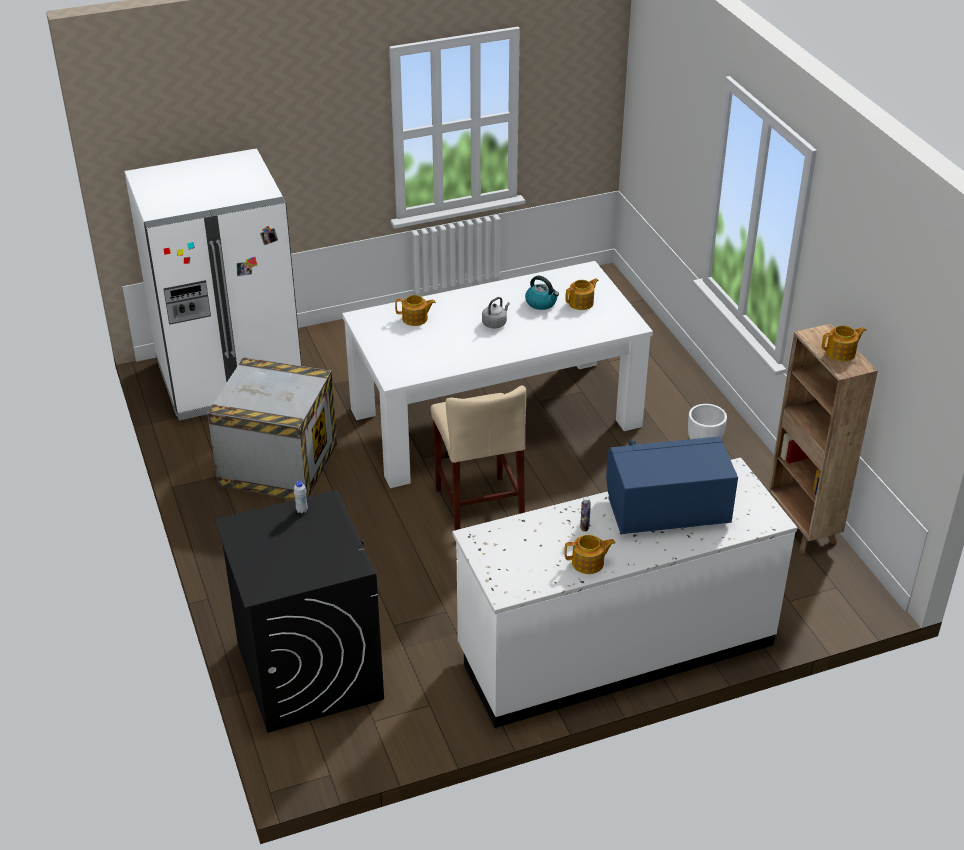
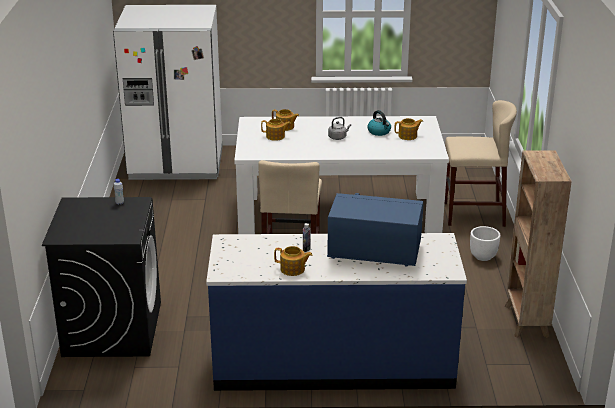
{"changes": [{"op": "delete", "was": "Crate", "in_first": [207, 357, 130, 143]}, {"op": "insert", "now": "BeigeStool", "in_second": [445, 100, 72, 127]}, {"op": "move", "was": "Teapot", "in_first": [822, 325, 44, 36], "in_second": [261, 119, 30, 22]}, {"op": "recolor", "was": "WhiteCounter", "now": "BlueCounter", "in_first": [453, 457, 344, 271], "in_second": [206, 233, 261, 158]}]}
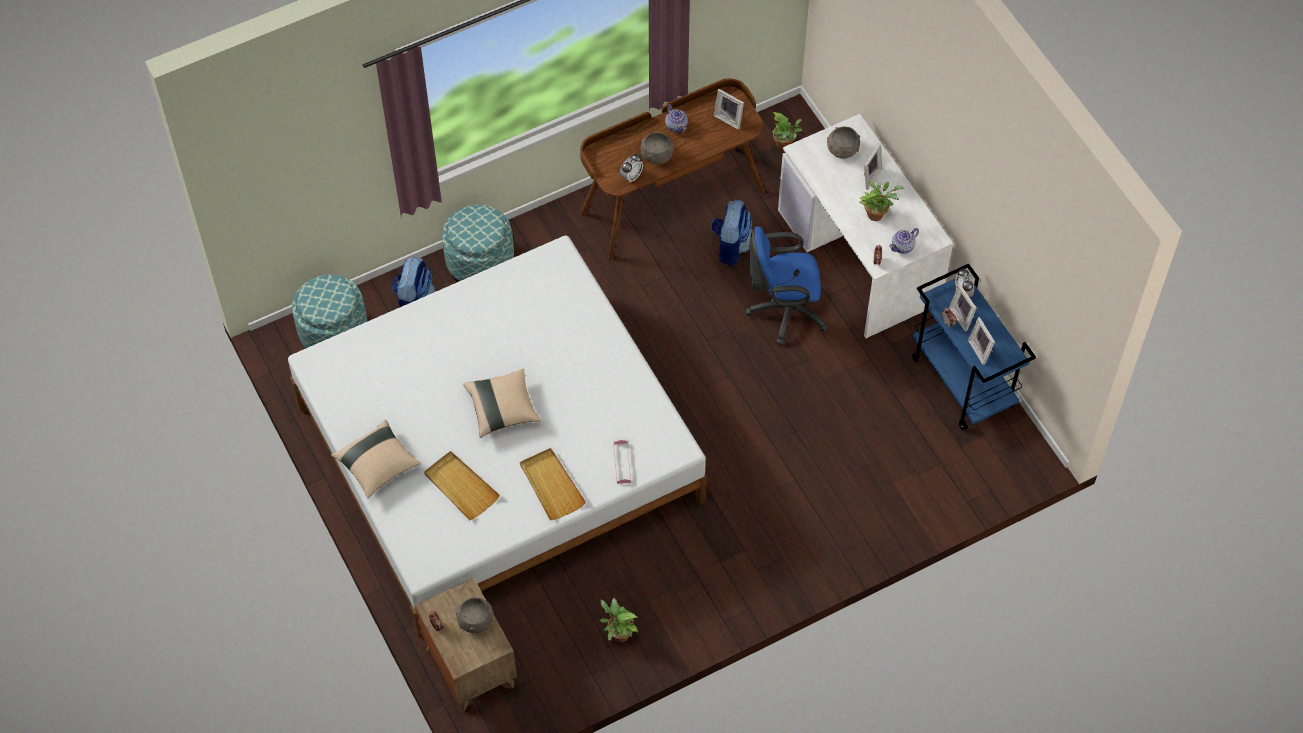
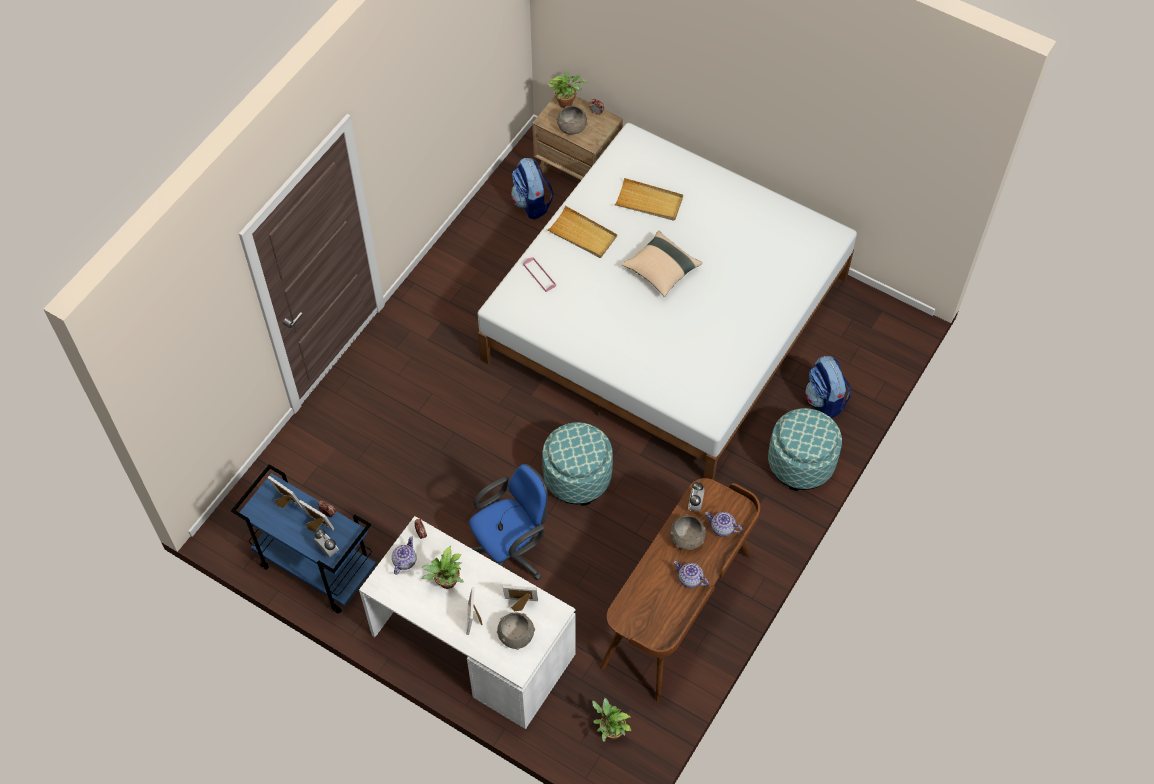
{"changes": [{"op": "delete", "was": "BeigePillow", "in_first": [331, 419, 90, 80]}, {"op": "insert", "now": "Teapot", "in_second": [705, 512, 38, 25]}, {"op": "move", "was": "Ottoman", "in_first": [292, 275, 75, 73], "in_second": [542, 422, 71, 84]}, {"op": "move", "was": "PottedPlant", "in_first": [600, 598, 38, 44], "in_second": [548, 71, 40, 37]}, {"op": "move", "was": "Backpack", "in_first": [711, 200, 41, 66], "in_second": [511, 157, 43, 63]}, {"op": "move", "was": "PictureFrame", "in_first": [714, 89, 30, 41], "in_second": [503, 585, 35, 26]}]}
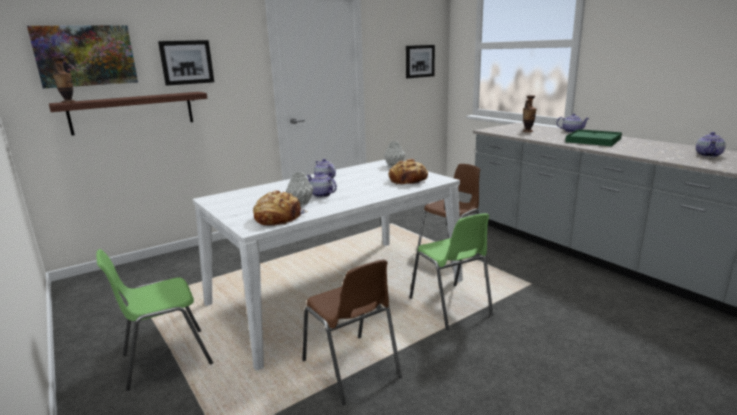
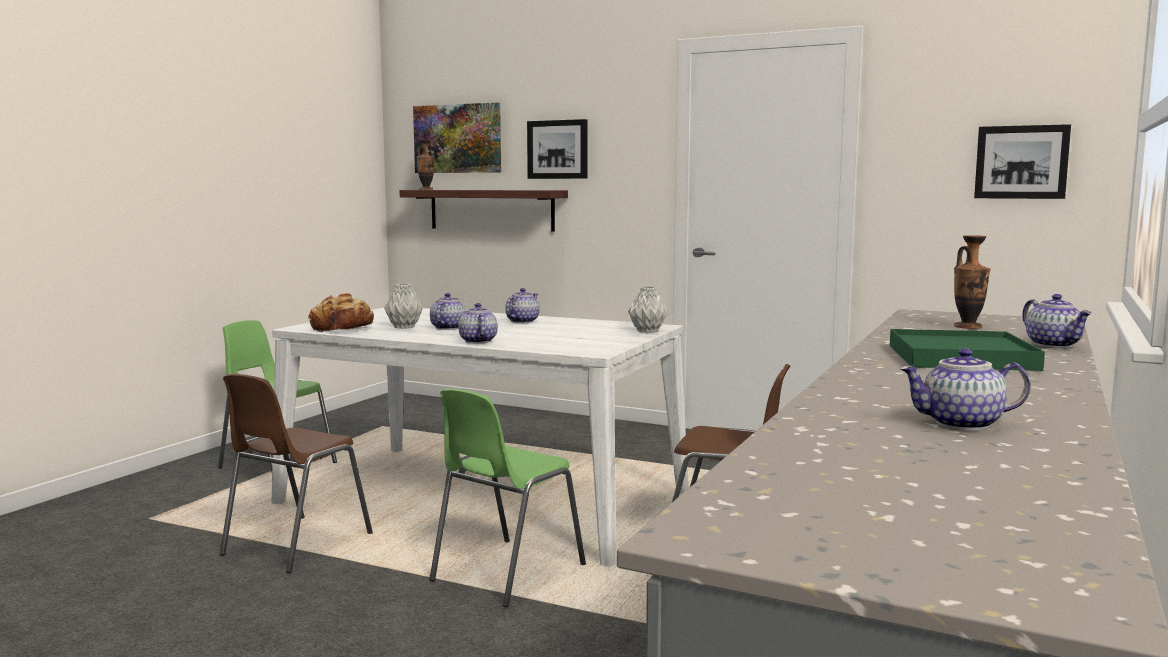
{"changes": [{"op": "delete", "was": "Bread", "in_first": [388, 159, 40, 26]}, {"op": "insert", "now": "Teapot", "in_second": [458, 303, 40, 40]}]}
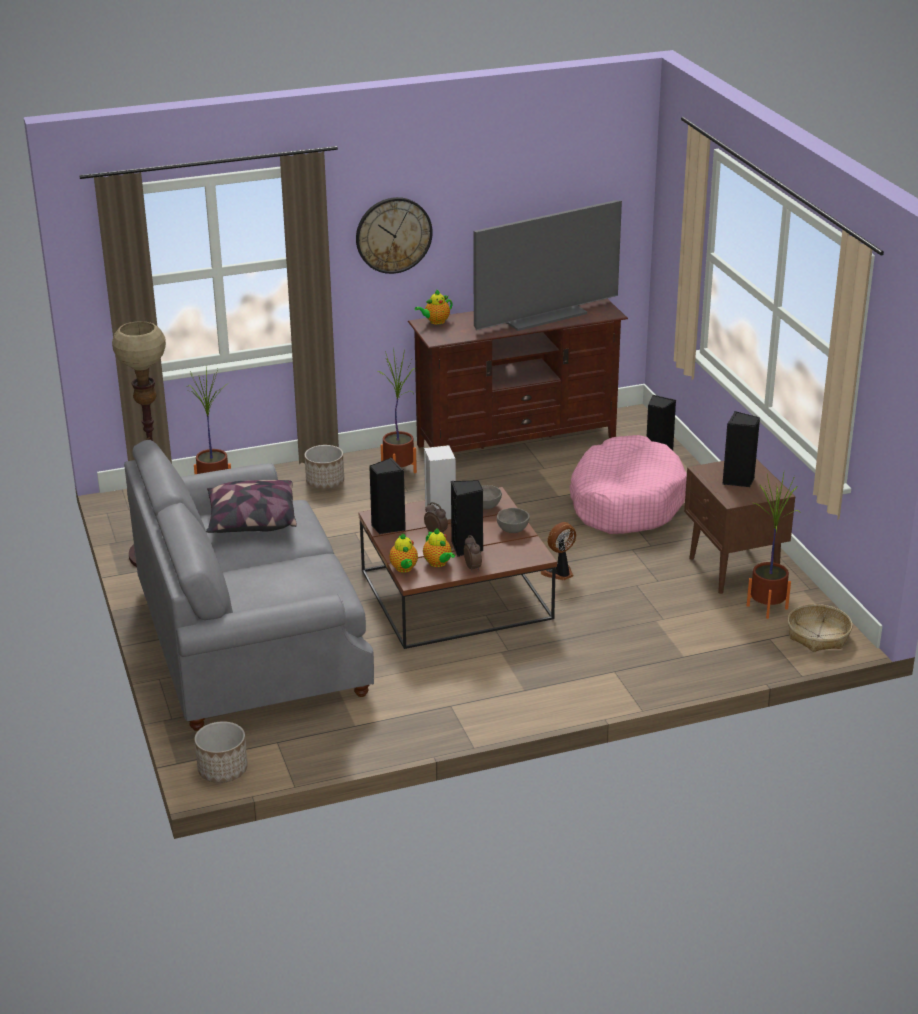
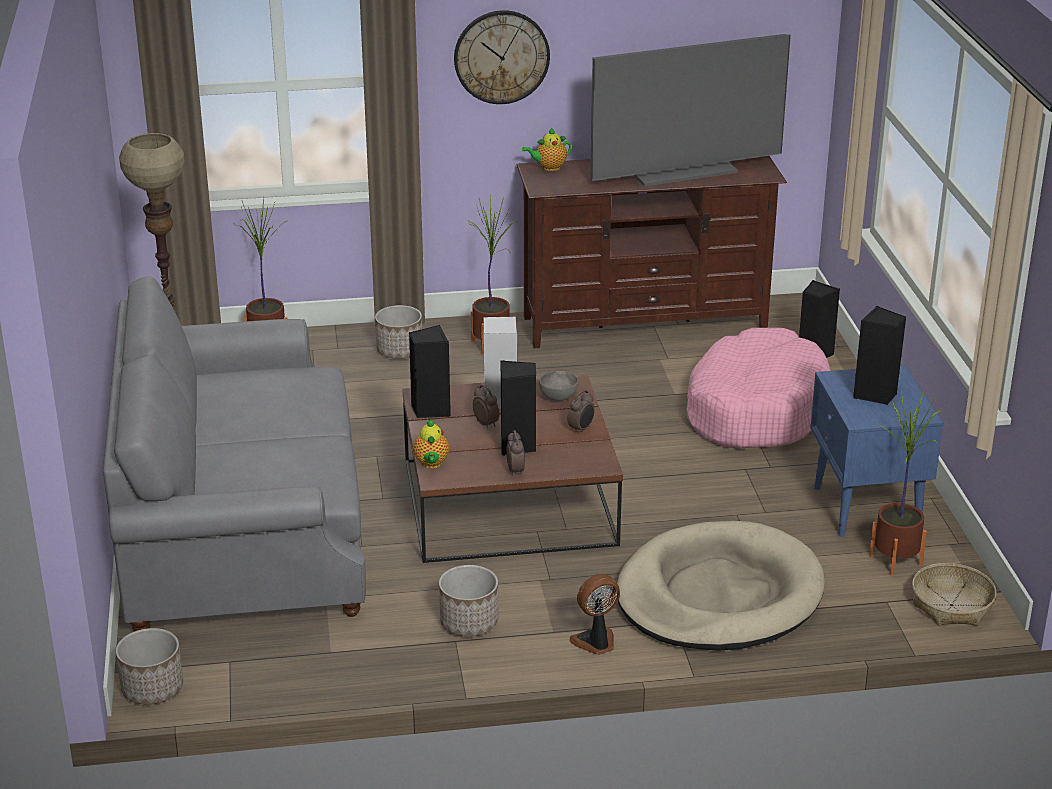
{"changes": [{"op": "delete", "was": "Pillow", "in_first": [206, 480, 91, 53]}, {"op": "delete", "was": "Teapot", "in_first": [423, 528, 32, 39]}, {"op": "insert", "now": "Planter", "in_second": [439, 565, 59, 71]}, {"op": "insert", "now": "BeigeDogBed", "in_second": [617, 521, 208, 130]}, {"op": "move", "was": "Fan", "in_first": [540, 522, 36, 58], "in_second": [569, 574, 51, 81]}, {"op": "replace", "was": "GreyBowl", "now": "AlarmClock", "in_first": [497, 508, 33, 25], "in_second": [567, 390, 28, 45]}, {"op": "recolor", "was": "BrownNightstand", "now": "BlueNightstand", "in_first": [684, 458, 111, 136], "in_second": [810, 365, 133, 172]}]}
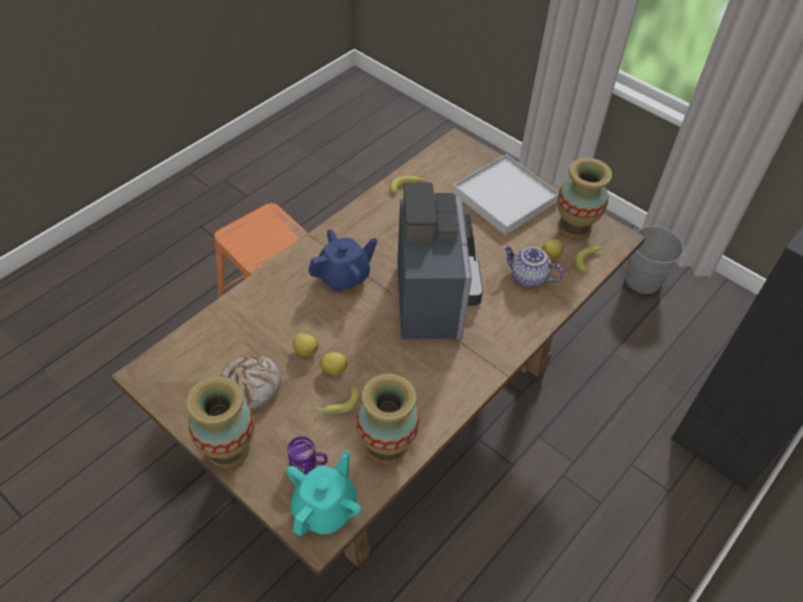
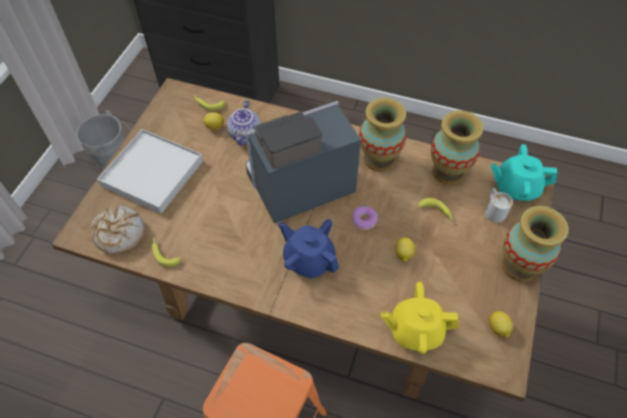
{"changes": [{"op": "insert", "now": "Donut", "in_second": [352, 206, 26, 24]}, {"op": "insert", "now": "YellowTeapot", "in_second": [381, 282, 78, 72]}, {"op": "move", "was": "Bread", "in_first": [220, 355, 61, 55], "in_second": [90, 205, 55, 49]}, {"op": "move", "was": "Lemon", "in_first": [319, 352, 29, 23], "in_second": [489, 311, 24, 27]}, {"op": "move", "was": "Vase", "in_first": [557, 158, 55, 81], "in_second": [359, 98, 47, 74]}, {"op": "recolor", "was": "PurpleMug", "now": "WhiteMug", "in_first": [287, 436, 41, 39], "in_second": [485, 188, 28, 35]}]}
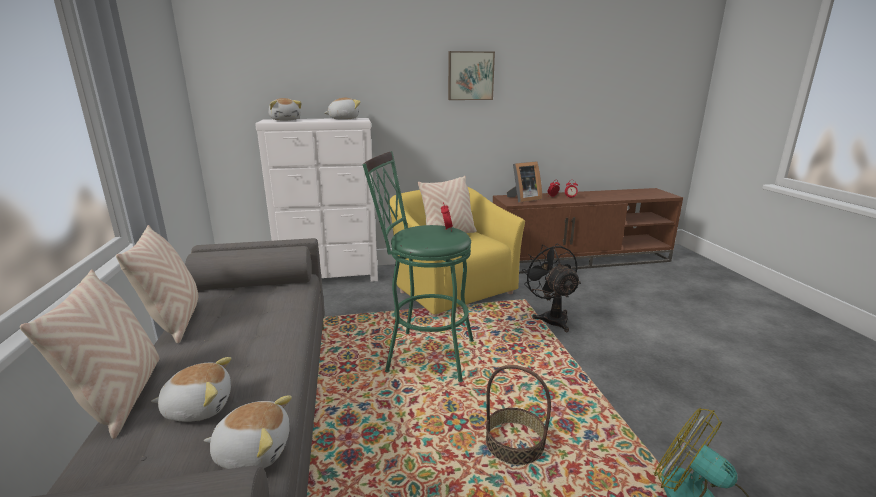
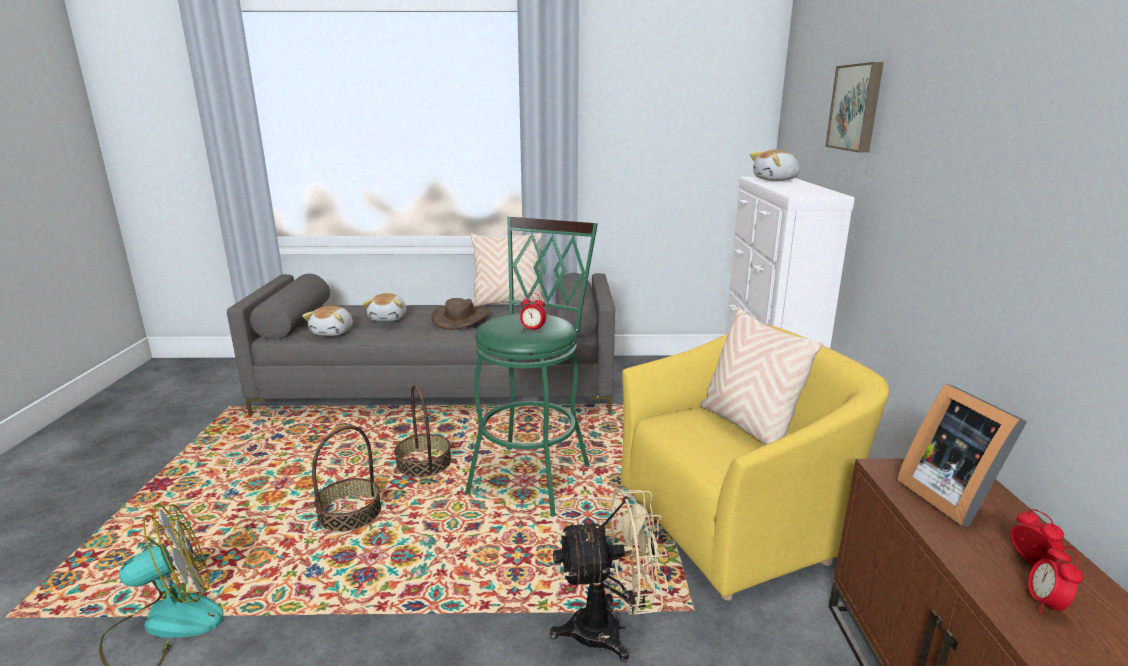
{"changes": [{"op": "delete", "was": "BeigePillow", "in_first": [20, 269, 139, 170]}, {"op": "delete", "was": "PlushToy", "in_first": [324, 98, 37, 22]}, {"op": "insert", "now": "Basket", "in_second": [395, 384, 56, 93]}, {"op": "insert", "now": "BrownHat", "in_second": [432, 298, 58, 32]}, {"op": "move", "was": "Picture", "in_first": [448, 51, 47, 49], "in_second": [825, 62, 59, 90]}, {"op": "recolor", "was": "BlackFan", "now": "BeigeFan", "in_first": [522, 244, 59, 88], "in_second": [550, 488, 119, 175]}]}
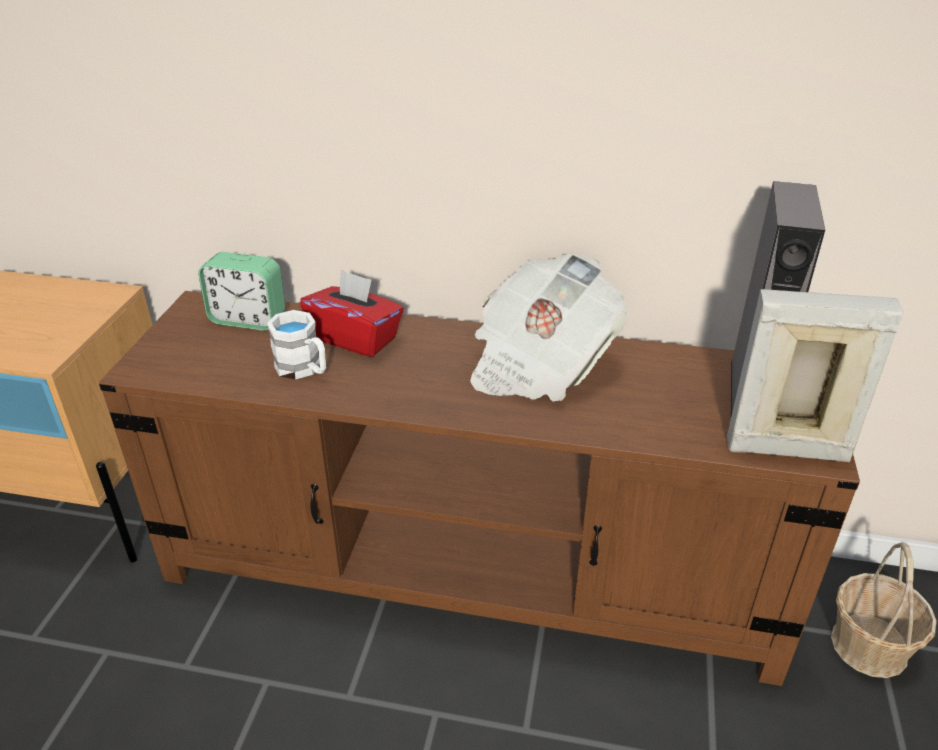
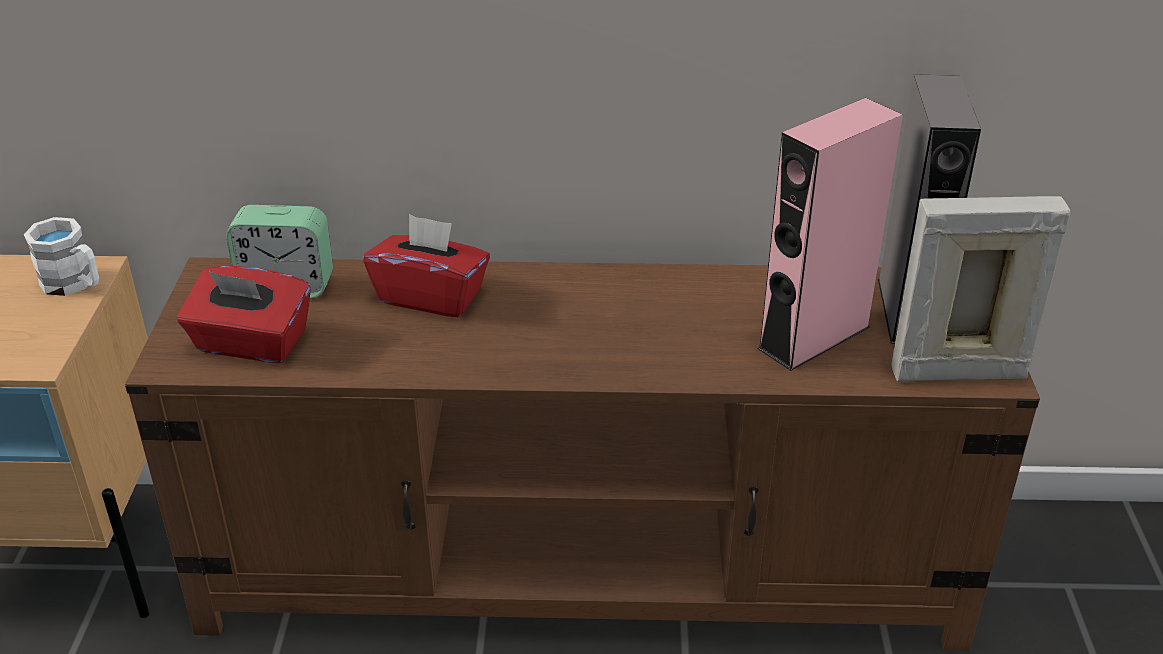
{"changes": [{"op": "delete", "was": "Newspaper", "in_first": [470, 253, 157, 149]}, {"op": "delete", "was": "Basket", "in_first": [831, 542, 105, 136]}, {"op": "insert", "now": "RedTissueBox", "in_second": [177, 266, 134, 97]}, {"op": "insert", "now": "PinkSpeaker", "in_second": [757, 98, 146, 273]}, {"op": "move", "was": "WhiteMug", "in_first": [267, 310, 59, 70], "in_second": [24, 217, 75, 79]}]}
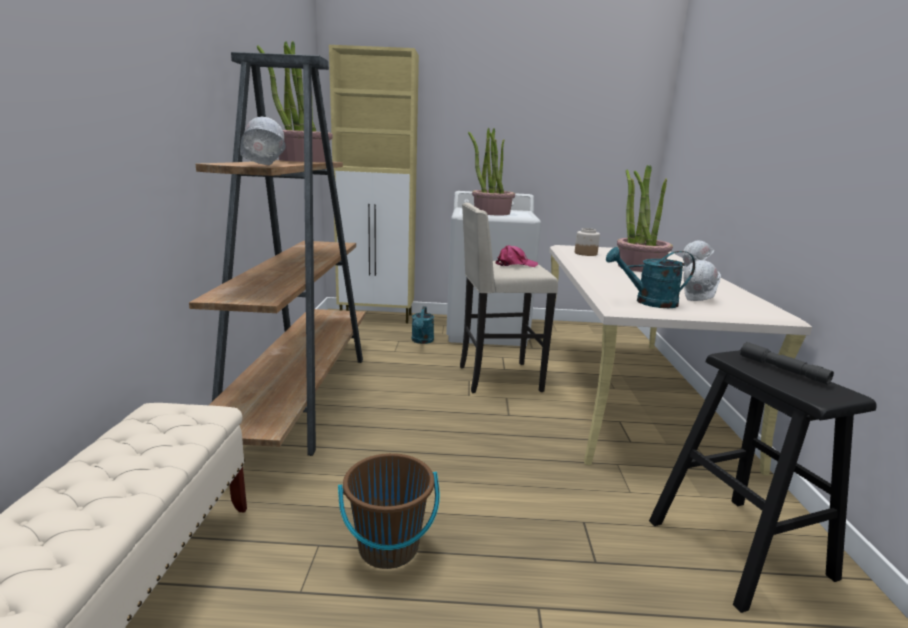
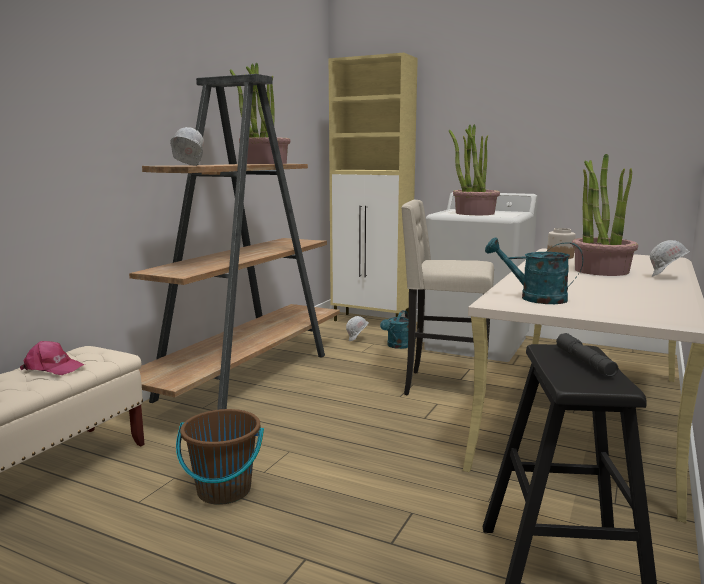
{"changes": [{"op": "move", "was": "PinkCap", "in_first": [496, 245, 42, 22], "in_second": [20, 341, 65, 34]}, {"op": "move", "was": "WhiteHardHat", "in_first": [684, 260, 37, 41], "in_second": [346, 316, 23, 25]}]}
